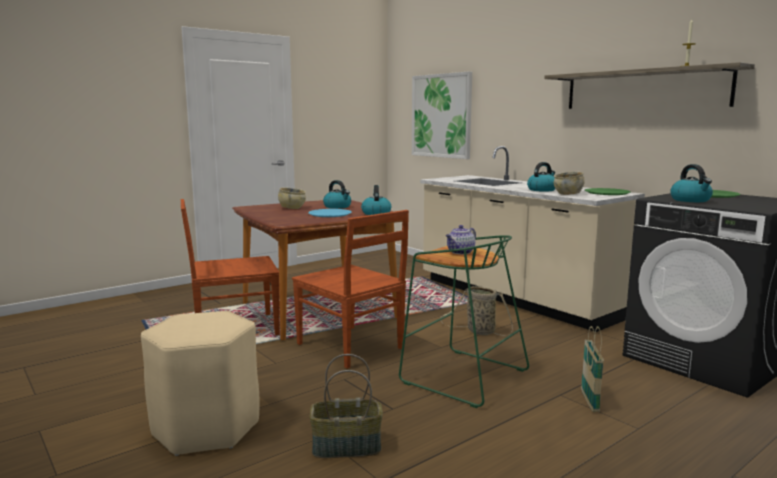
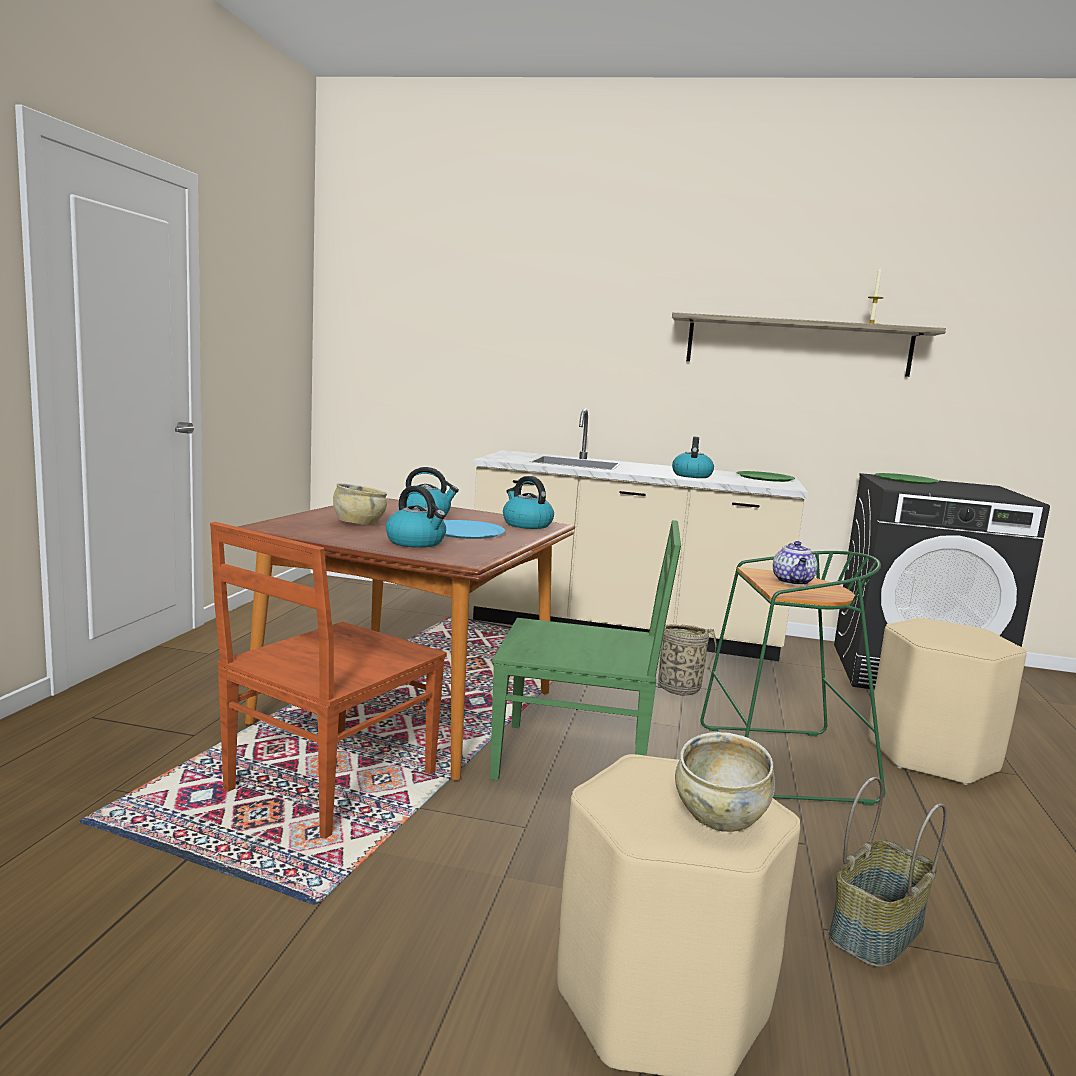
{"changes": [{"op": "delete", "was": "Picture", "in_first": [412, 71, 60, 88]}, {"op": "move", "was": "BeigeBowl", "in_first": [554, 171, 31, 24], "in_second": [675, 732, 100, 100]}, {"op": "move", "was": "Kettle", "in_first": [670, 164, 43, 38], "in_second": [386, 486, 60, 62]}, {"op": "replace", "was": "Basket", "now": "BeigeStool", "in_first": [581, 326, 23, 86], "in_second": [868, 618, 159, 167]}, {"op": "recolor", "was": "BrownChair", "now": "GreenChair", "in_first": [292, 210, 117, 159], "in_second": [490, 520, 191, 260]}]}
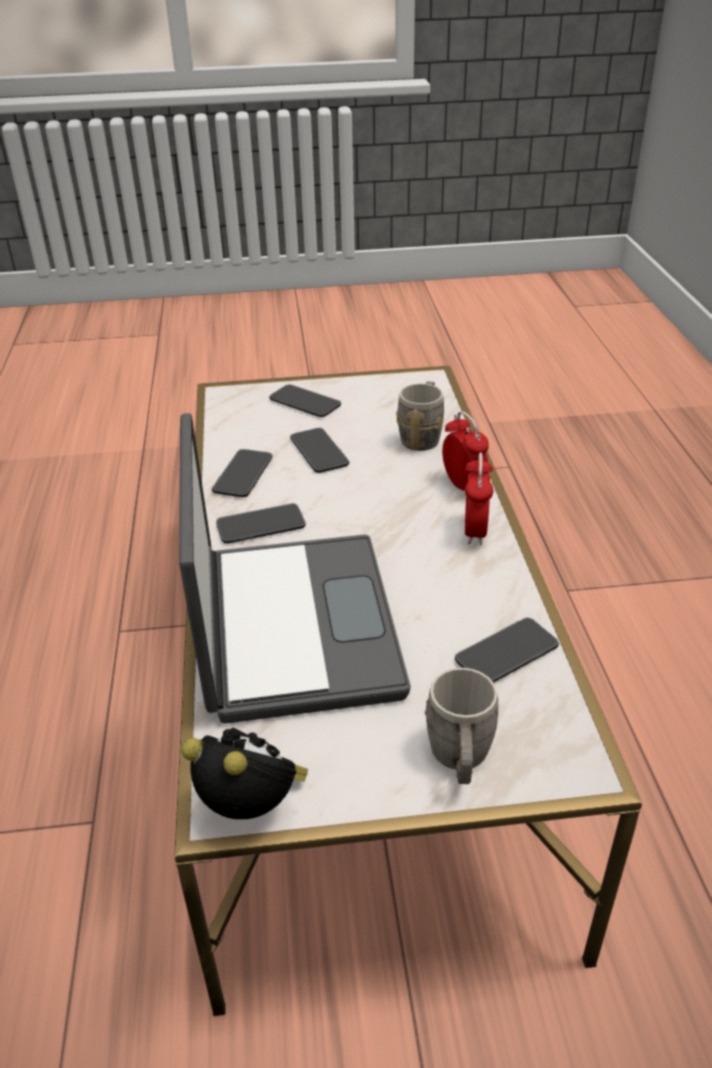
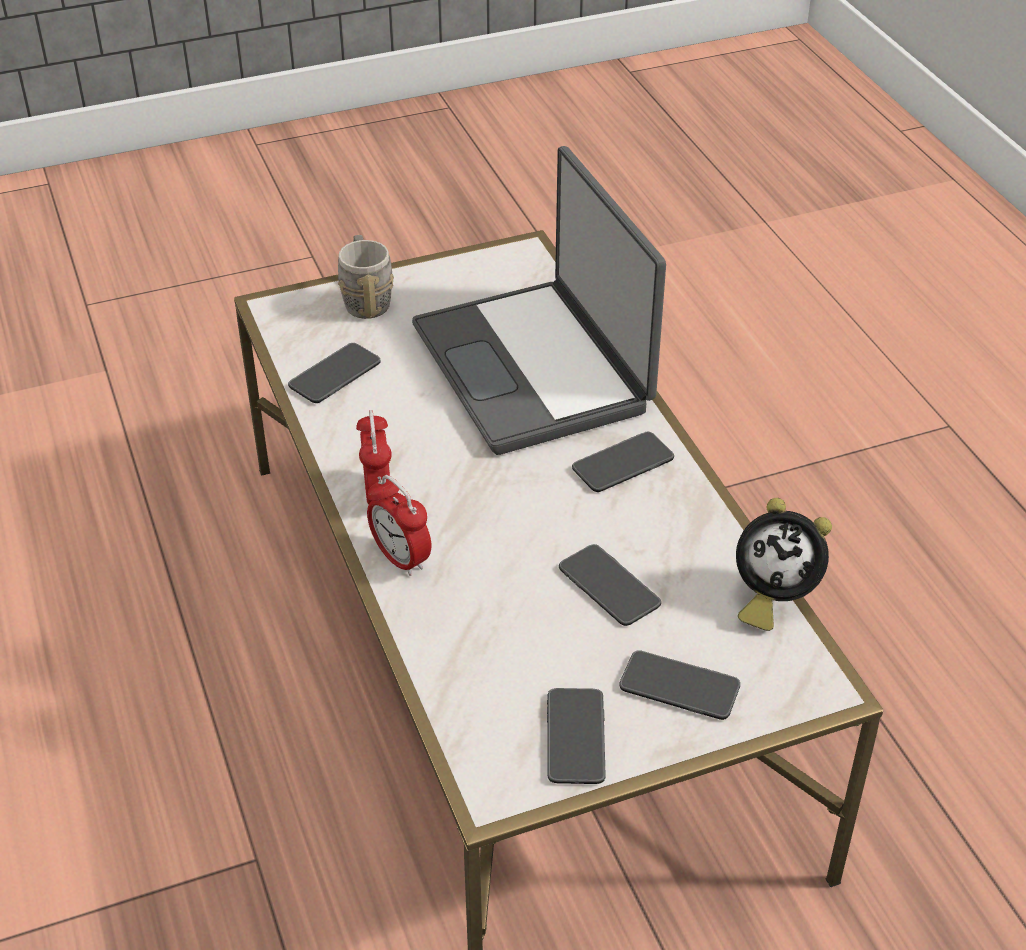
{"changes": [{"op": "delete", "was": "GreyMug", "in_first": [396, 381, 48, 70]}, {"op": "move", "was": "AlarmClock", "in_first": [181, 727, 127, 92], "in_second": [736, 498, 96, 133]}, {"op": "move", "was": "Phone", "in_first": [212, 449, 60, 48], "in_second": [547, 688, 59, 96]}]}
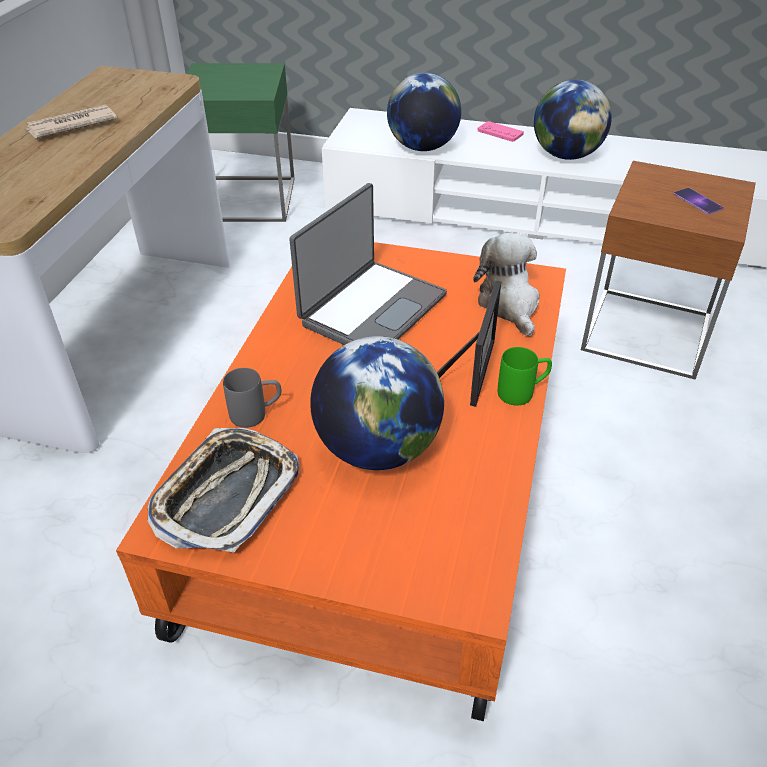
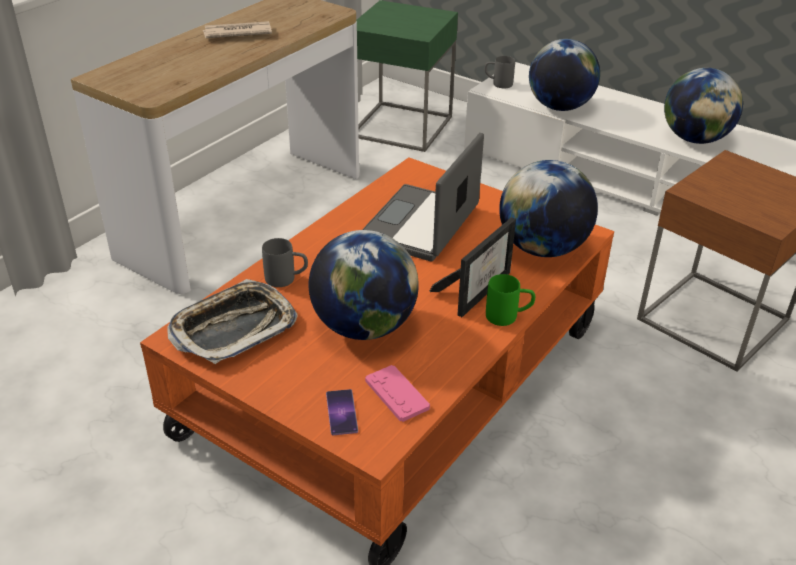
{"changes": [{"op": "insert", "now": "GreyMug", "in_second": [485, 56, 30, 32]}, {"op": "move", "was": "PinkGameController", "in_first": [477, 121, 47, 21], "in_second": [365, 365, 65, 57]}, {"op": "move", "was": "Phone", "in_first": [674, 188, 50, 27], "in_second": [326, 389, 32, 46]}, {"op": "replace", "was": "PlushToy", "now": "Globe", "in_first": [473, 233, 67, 104], "in_second": [499, 160, 99, 97]}, {"op": "rotate", "was": "Laptop", "in_first": [289, 183, 158, 162], "in_second": [362, 133, 122, 128], "clockwise": 150}]}
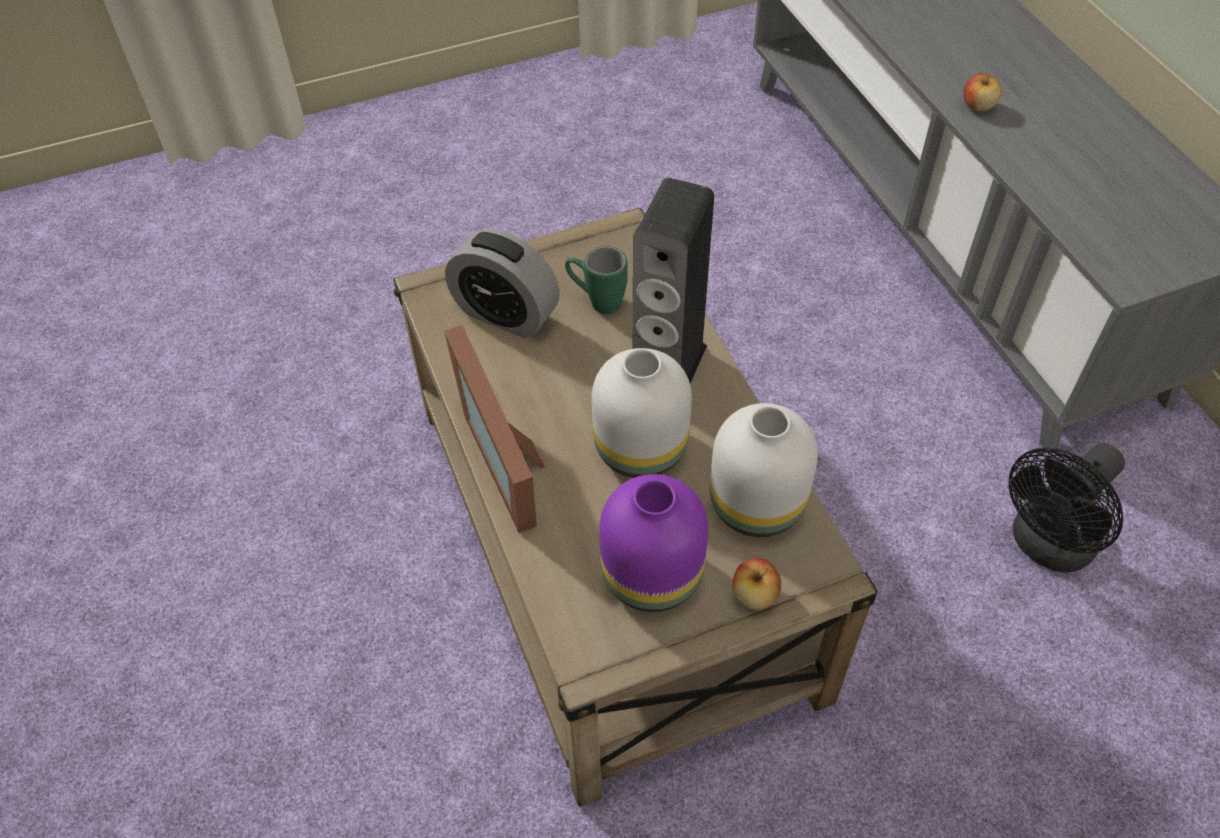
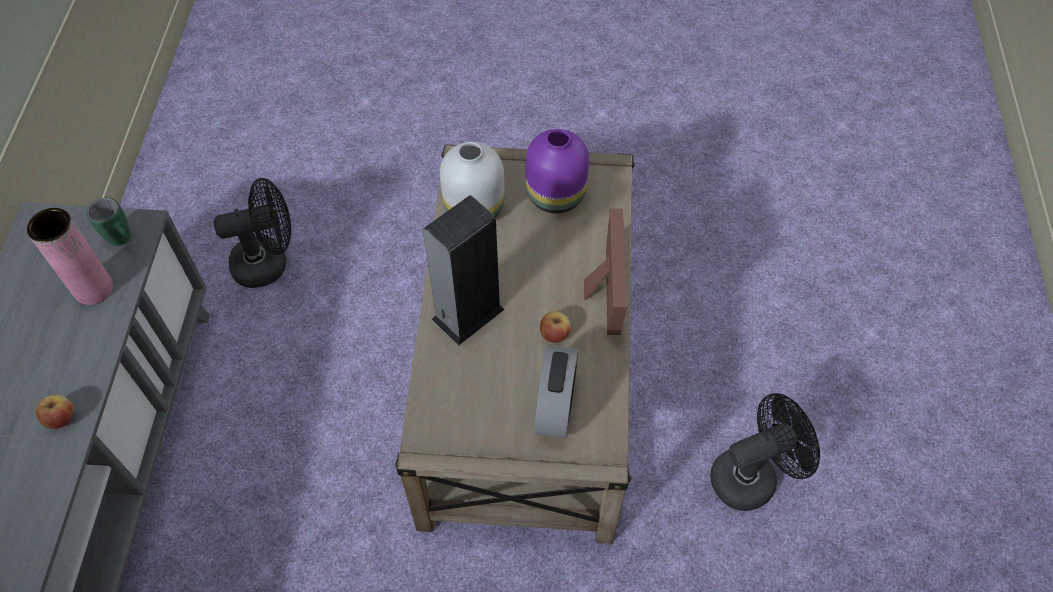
{"changes": [{"op": "delete", "was": "WhiteVase", "in_first": [592, 348, 100, 130]}, {"op": "insert", "now": "PinkVase", "in_second": [27, 208, 86, 97]}, {"op": "insert", "now": "BlackFan", "in_second": [710, 393, 110, 118]}, {"op": "move", "was": "GreenMug", "in_first": [565, 246, 63, 68], "in_second": [87, 198, 43, 48]}, {"op": "move", "was": "Apple", "in_first": [732, 558, 49, 51], "in_second": [540, 311, 31, 32]}, {"op": "rotate", "was": "AlarmClock", "in_first": [445, 229, 115, 109], "in_second": [535, 345, 44, 94], "clockwise": 45}]}
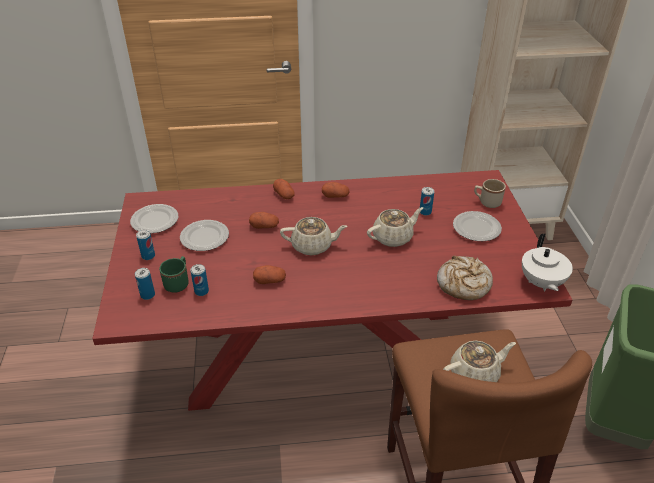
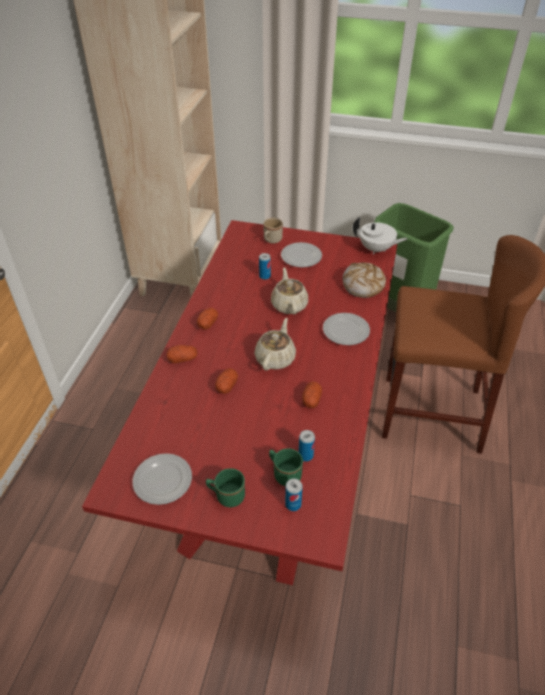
{"changes": [{"op": "delete", "was": "BeigeTeapot", "in_first": [443, 341, 73, 41]}, {"op": "move", "was": "Plate", "in_first": [180, 220, 49, 31], "in_second": [323, 313, 47, 32]}, {"op": "replace", "was": "Can", "now": "GreenMug", "in_first": [136, 230, 19, 30], "in_second": [206, 468, 39, 39]}]}
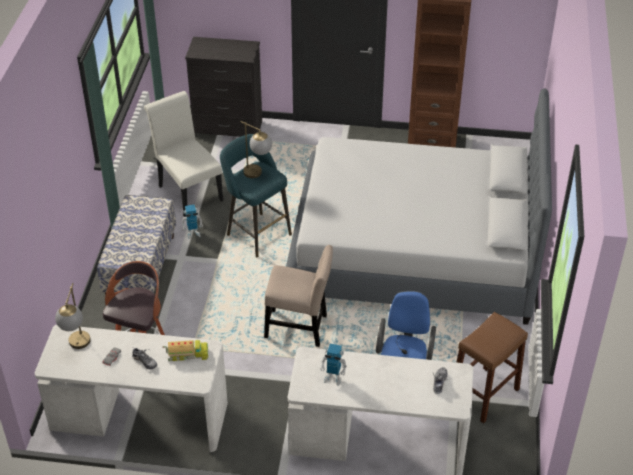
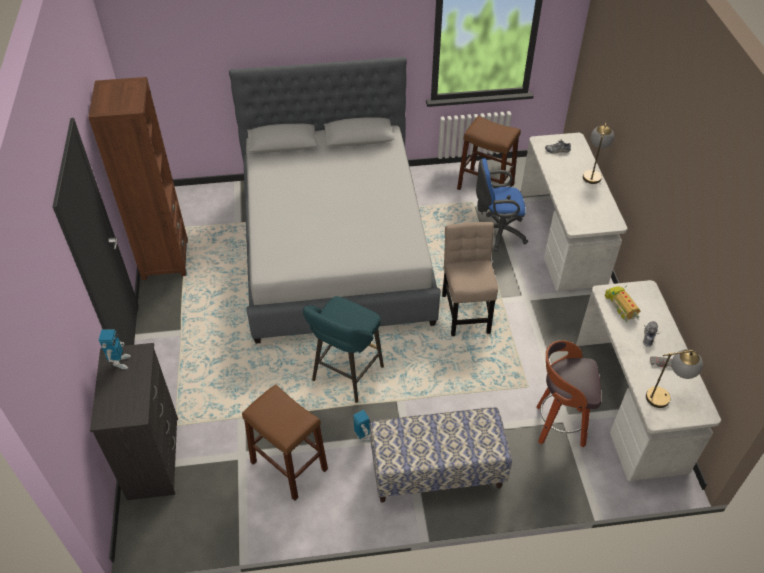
{"changes": [{"op": "move", "was": "TableLamp", "in_first": [241, 121, 31, 57], "in_second": [583, 123, 31, 61]}, {"op": "move", "was": "ToyRobot", "in_first": [320, 344, 27, 42], "in_second": [99, 330, 32, 39]}, {"op": "replace", "was": "WhiteChair", "now": "BrownStool", "in_first": [144, 91, 79, 126], "in_second": [242, 384, 86, 117]}]}
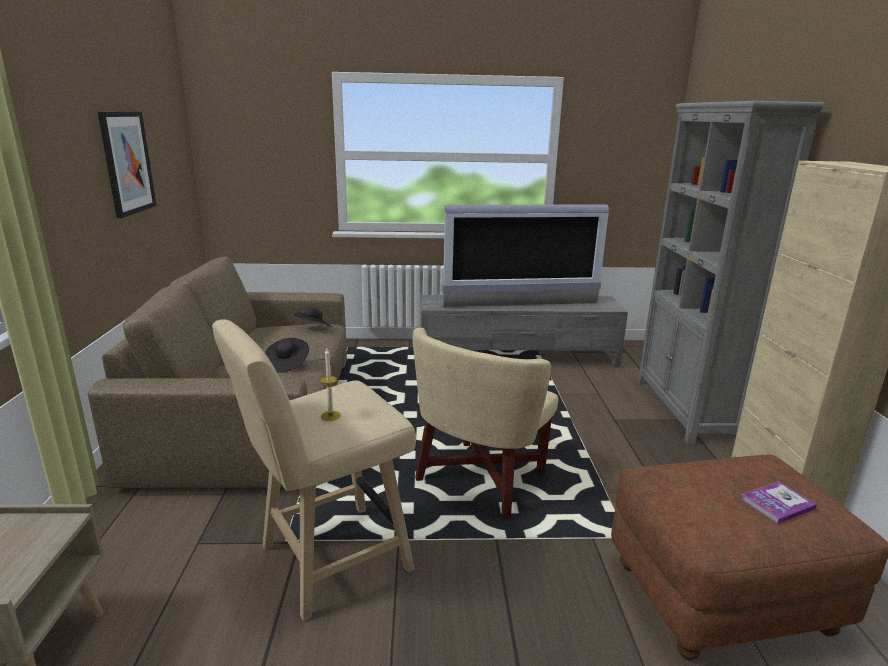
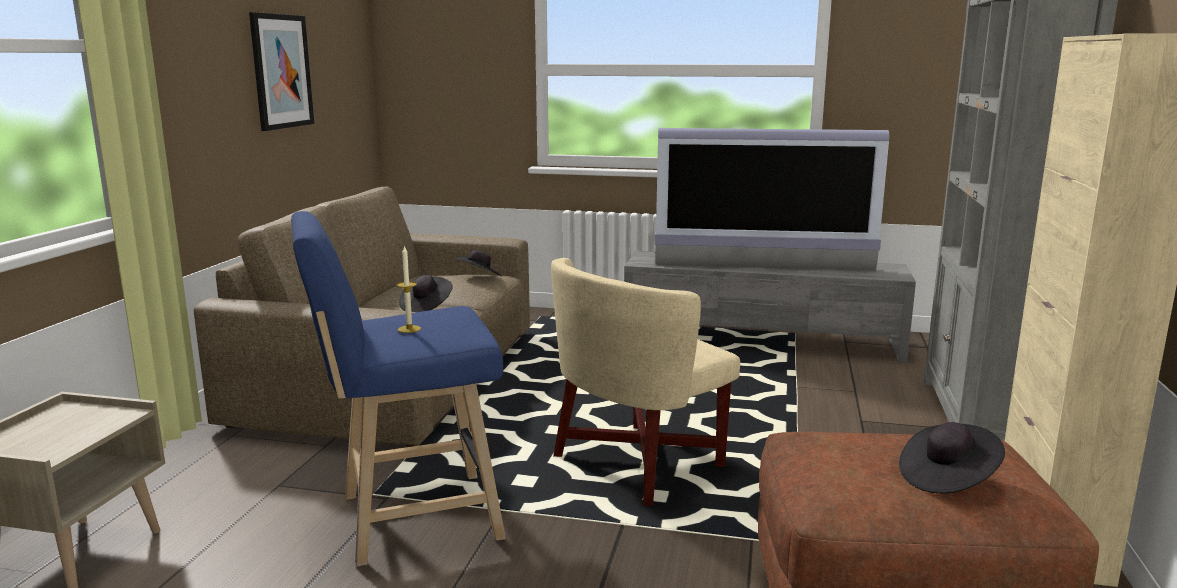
{"changes": [{"op": "replace", "was": "Book", "now": "BlackHat", "in_first": [741, 481, 76, 43], "in_second": [899, 422, 106, 71]}, {"op": "recolor", "was": "BeigeStool", "now": "BlueStool", "in_first": [212, 319, 204, 302], "in_second": [291, 211, 215, 356]}]}
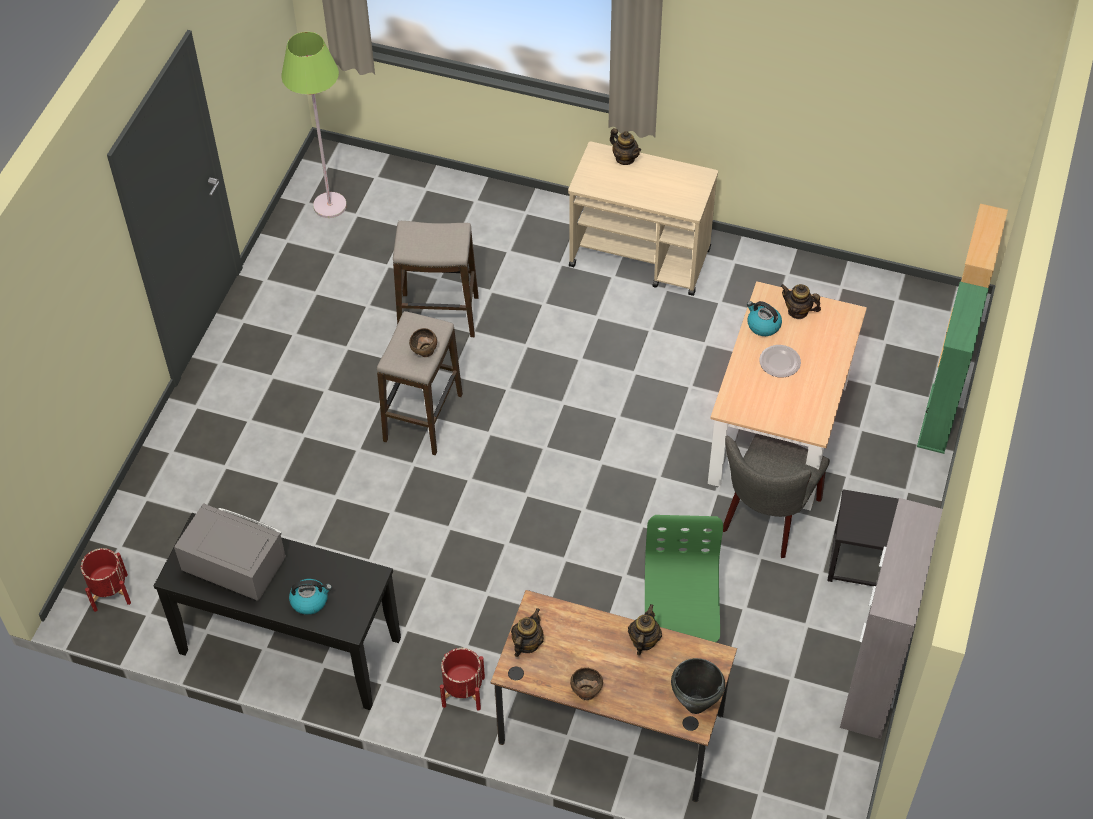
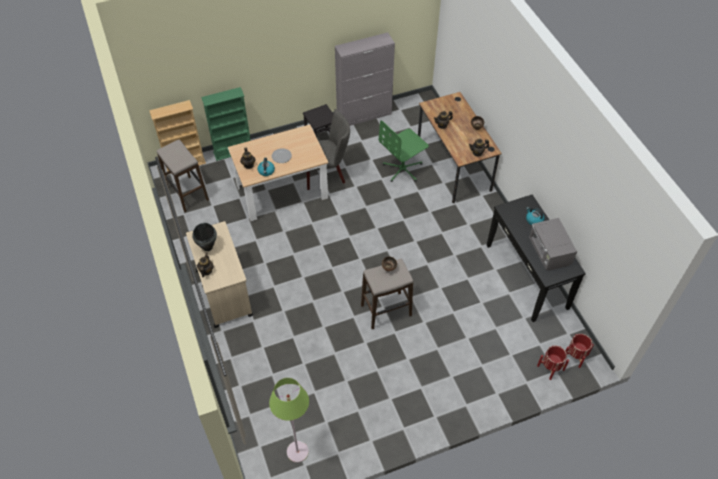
{"changes": [{"op": "move", "was": "Stool", "in_first": [393, 221, 86, 116], "in_second": [157, 140, 52, 72]}, {"op": "move", "was": "RedPlanter", "in_first": [440, 648, 45, 63], "in_second": [537, 345, 32, 35]}, {"op": "move", "was": "BlackCookingPot", "in_first": [671, 658, 54, 56], "in_second": [192, 223, 25, 28]}]}
